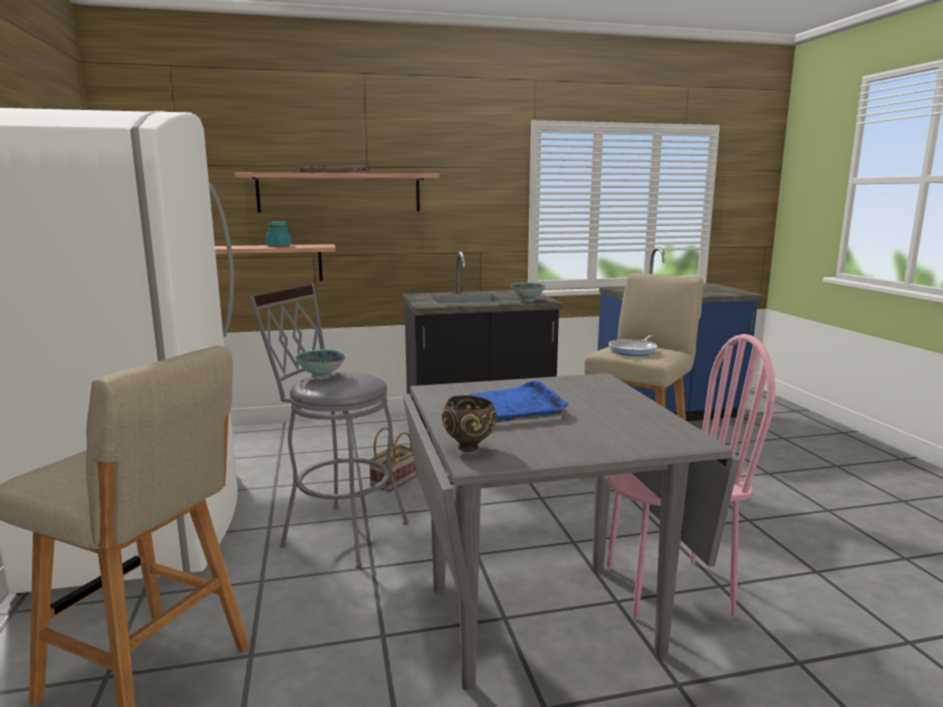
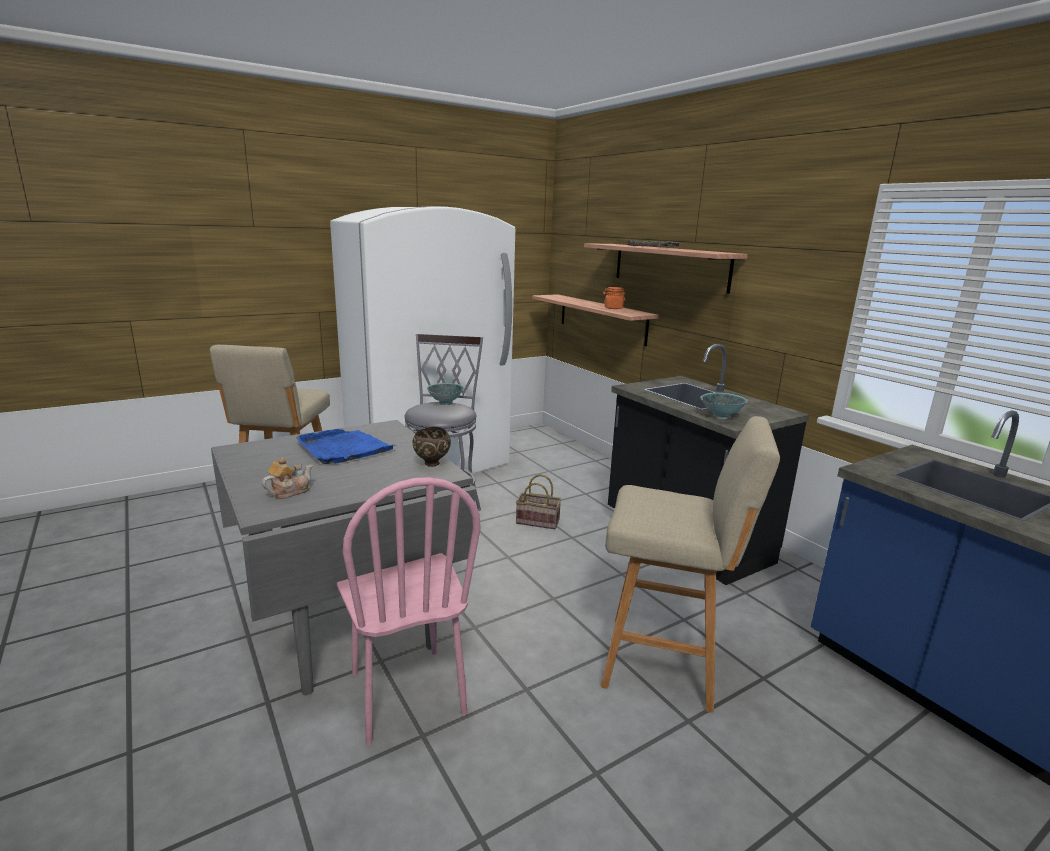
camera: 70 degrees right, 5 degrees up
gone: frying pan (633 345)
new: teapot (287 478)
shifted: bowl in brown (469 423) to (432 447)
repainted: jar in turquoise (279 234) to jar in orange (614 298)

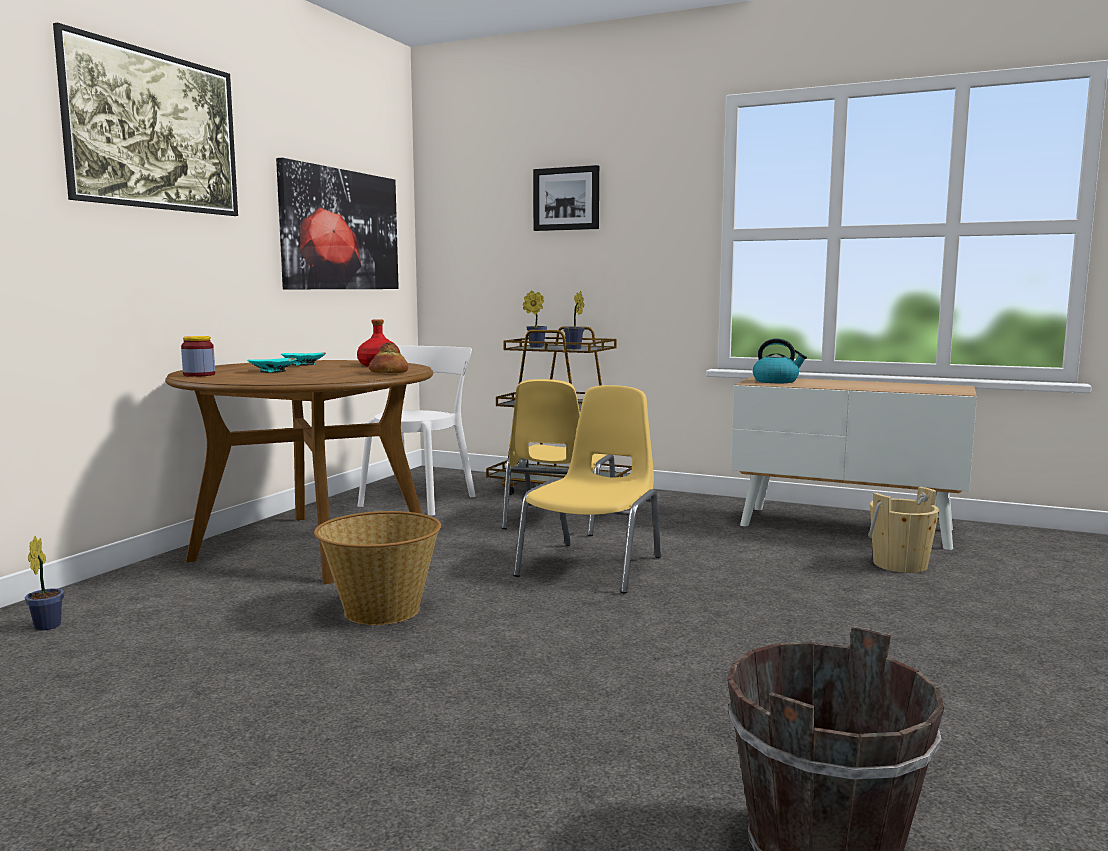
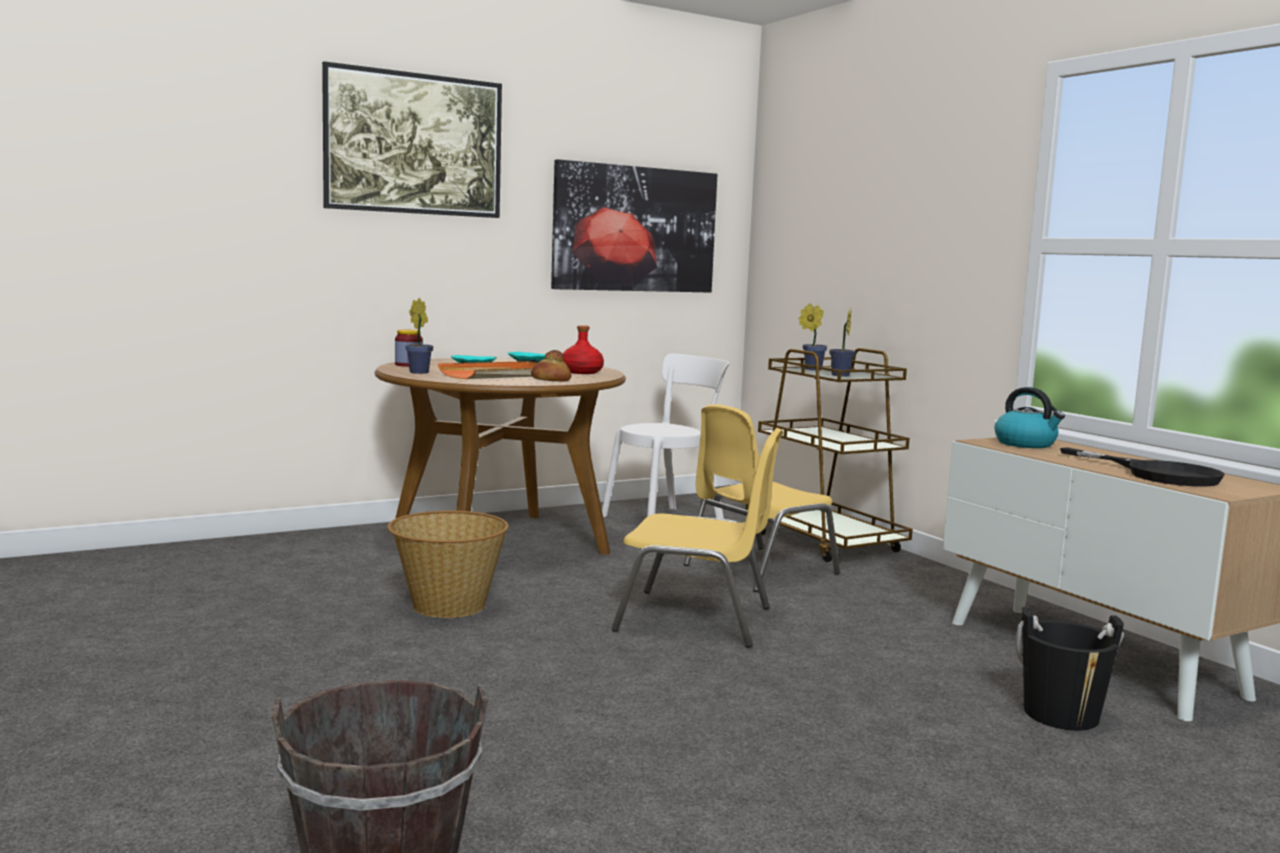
camera: 35 degrees right, 0 degrees up
gone: picture (566 198)
new: tray in orange (488 370); frying pan in black (1142 467)
shifted: potted plant (44 583) to (419 336)
repainted: bucket in beige (903 530) to bucket in black (1070 669)
rotated: chair in yellow (587 489) = (697 538) 45 degrees clockwise

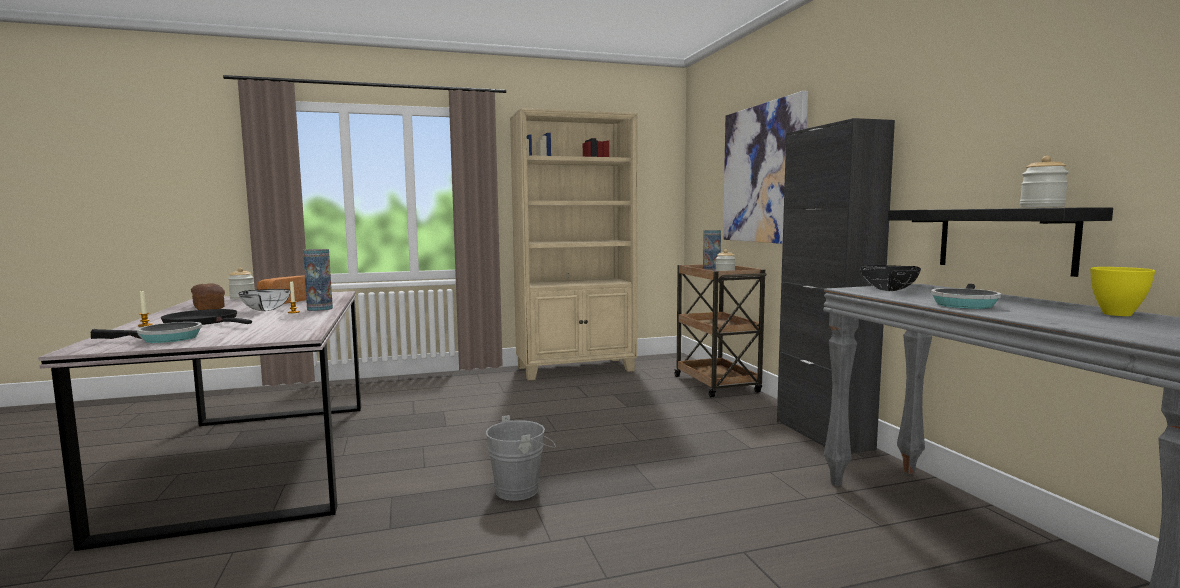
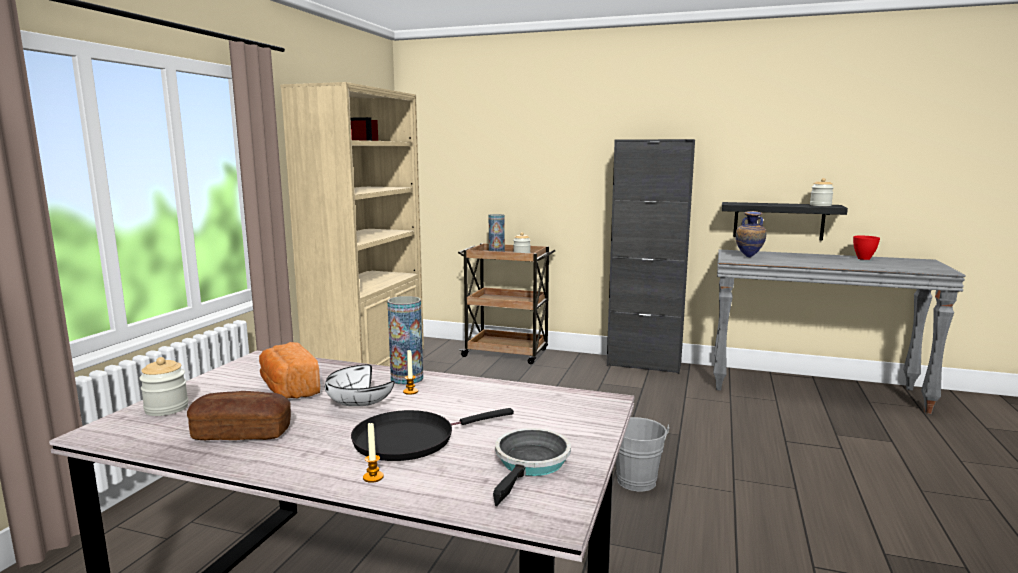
camera: 55 degrees left, 5 degrees up
gone: picture (765 167); frying pan (966 296)
swapped: bowl in black (890 278) to vase (750 234)
repainted: bowl in yellow (1122 291) to bowl in red (866 248)

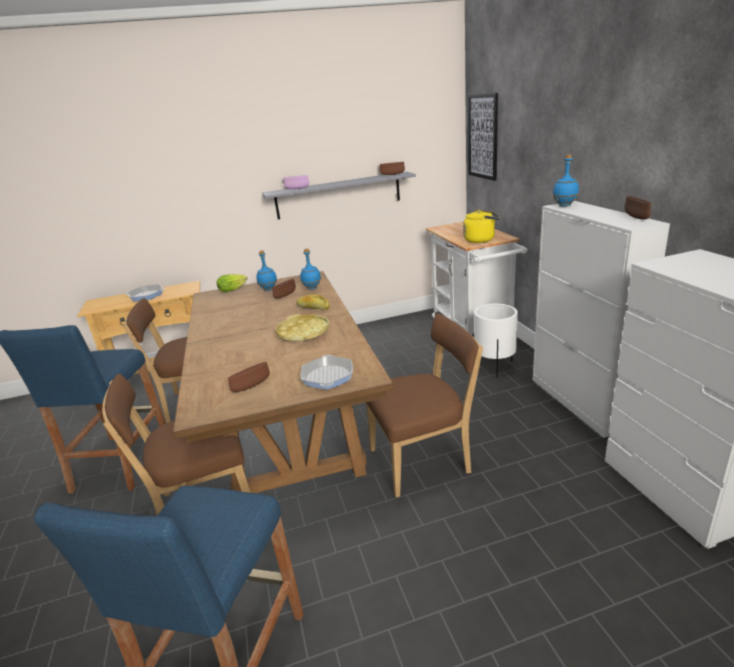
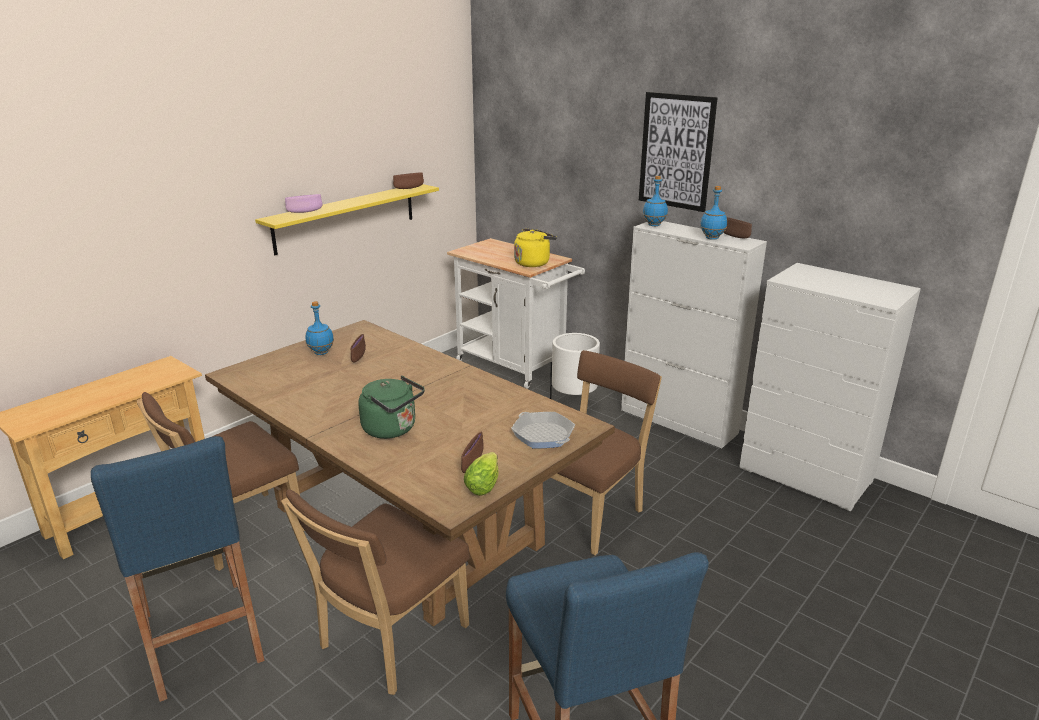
camera: 35 degrees left, 0 degrees up
gone: frying pan (145 293); tray in yellow (302 327); bread (313 302)
new: kettle in green (391 407)
shifted: lettuce (232 283) to (481 474); bottle in blue (310 269) to (713 213); picture (483 137) to (678 152)
repainted: shelf in grey (339 195) to shelf in yellow (347 219)

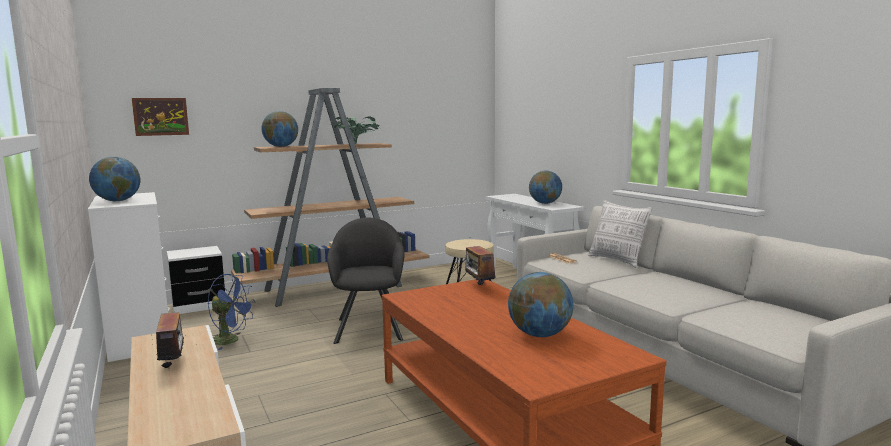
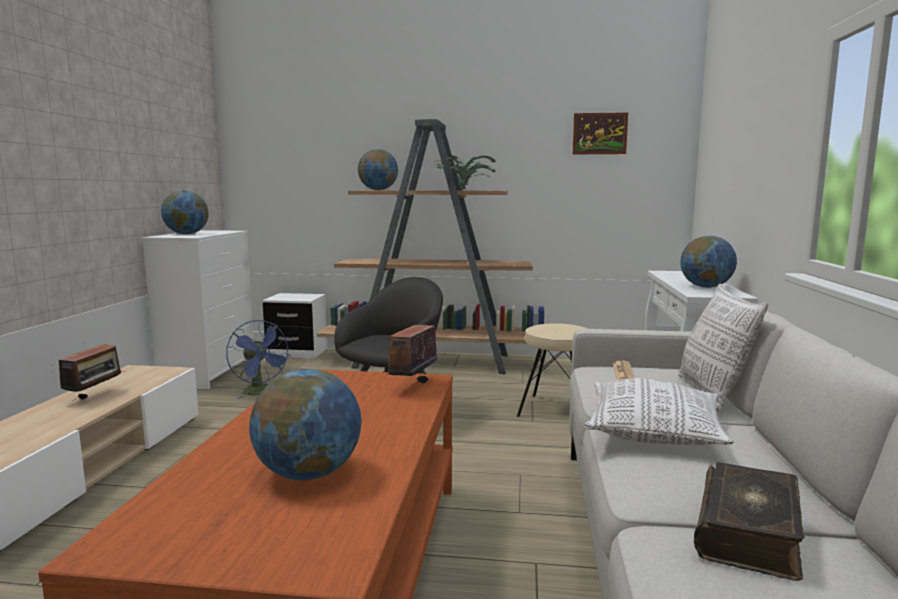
camera: 35 degrees right, 0 degrees up
new: pillow (659 411); book (749 521)
shifted: picture (160 117) to (600 133)

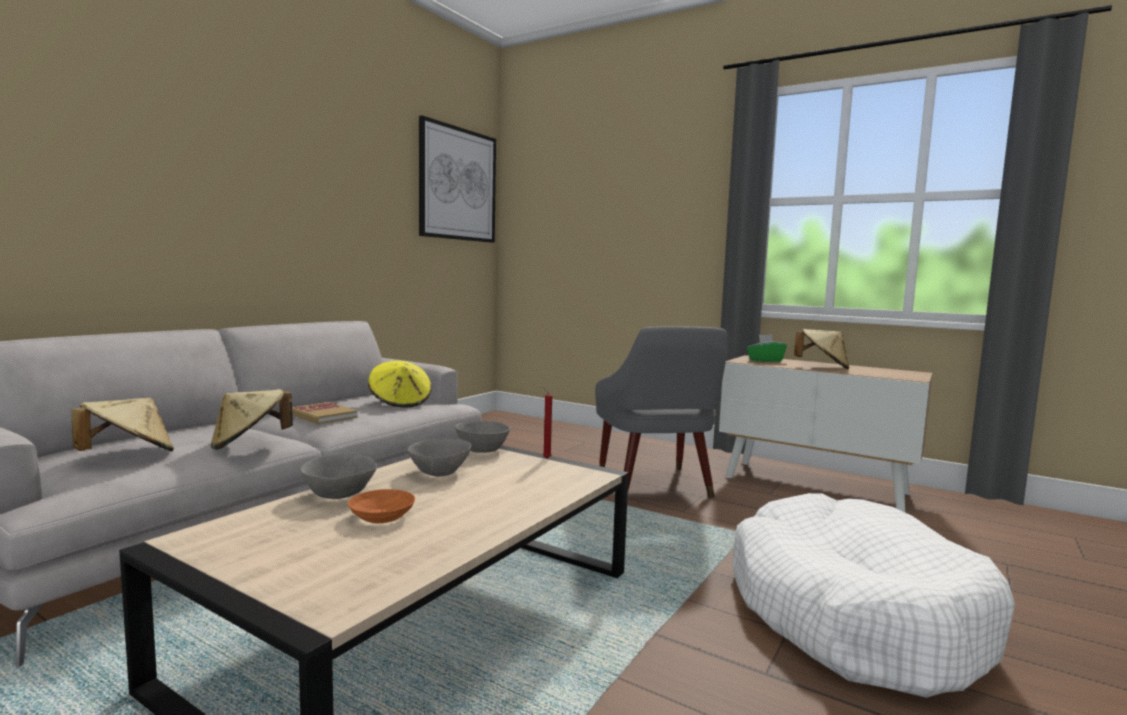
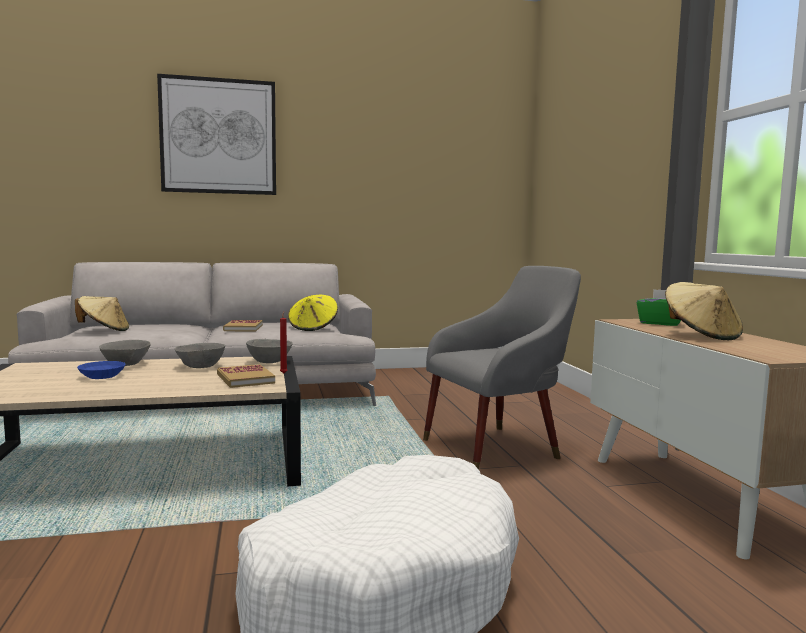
camera: 45 degrees right, 0 degrees up
gone: hat in beige (252 419)
new: book (246 376)
shifted: picture (457 179) to (216 134)
repainted: bowl in orange (381 506) to bowl in blue (101 370)
rotated: armchair in grey (661 412) = (502 368) 150 degrees counterclockwise

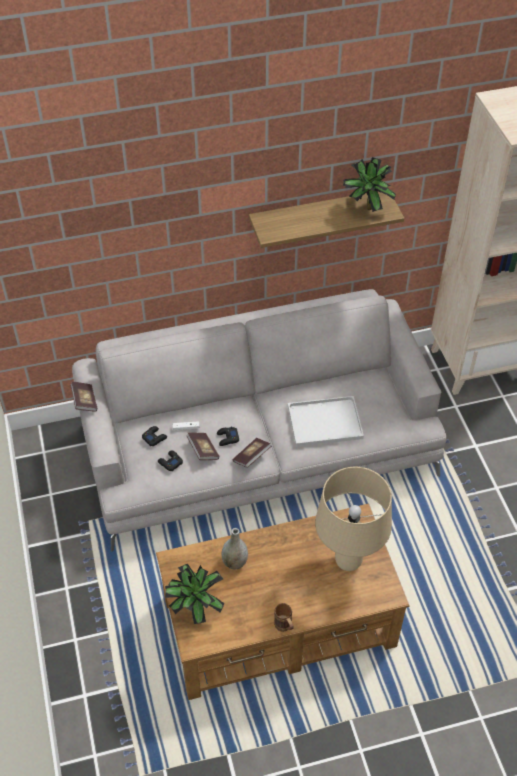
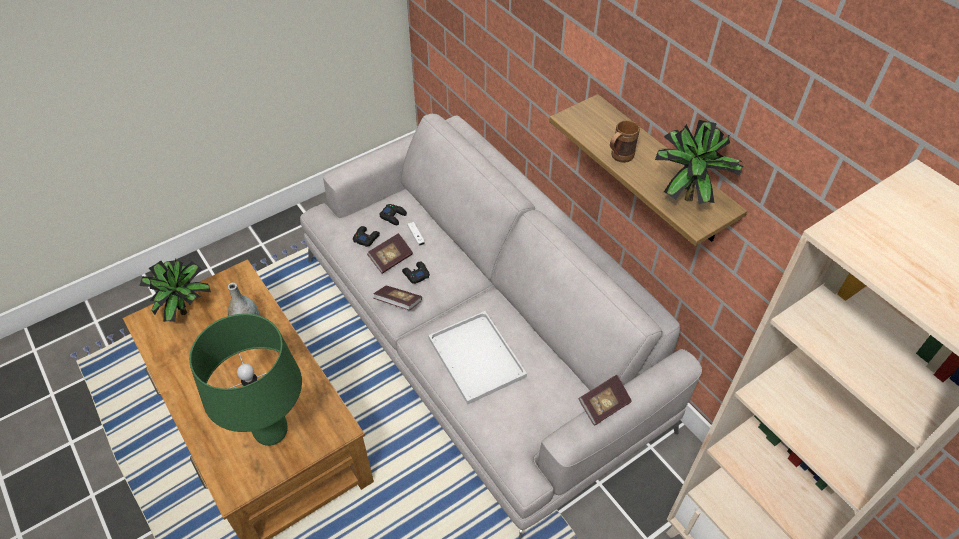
camera: 70 degrees right, 0 degrees up
shifted: book (83 396) to (605 400); mug in brown (284 617) to (625 141)
repainted: table lamp in beige (353 519) to table lamp in green (245 380)

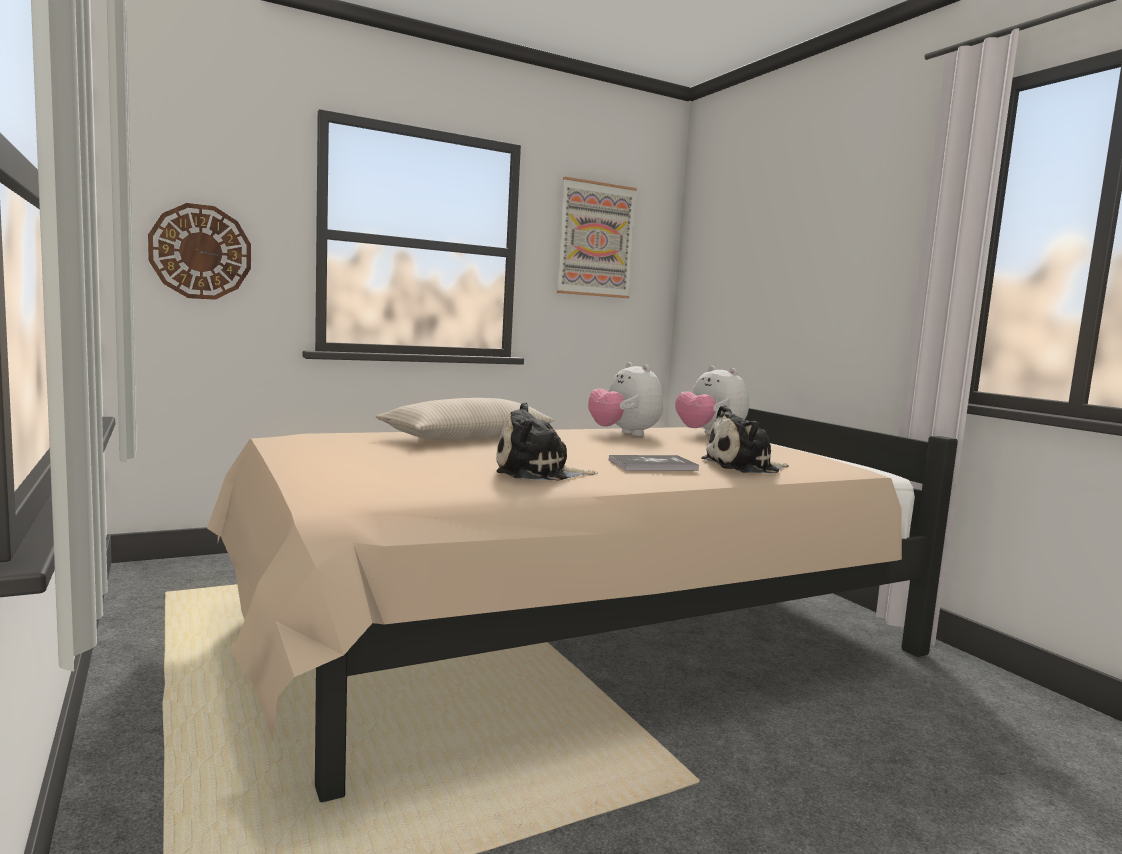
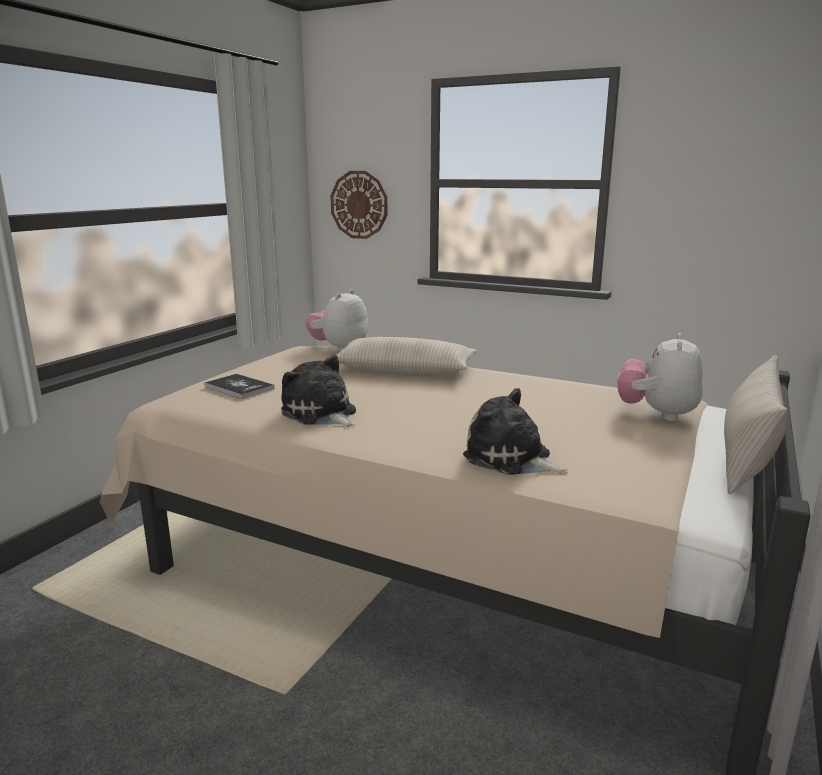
camera: 55 degrees right, 10 degrees up
gone: picture (597 237)
new: pillow in beige (755 424)
shifted: plush toy (625 399) to (337 320); book (654 463) to (239 386)

